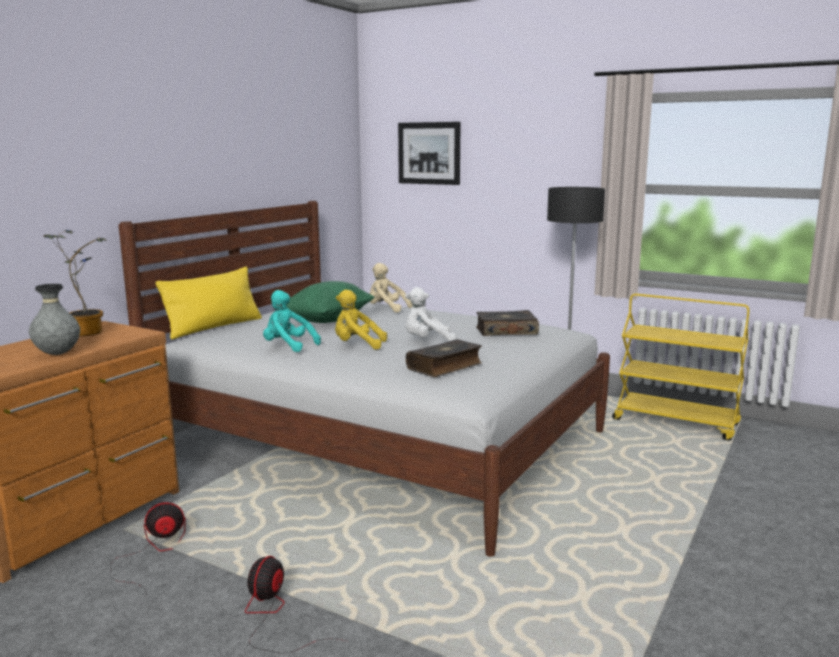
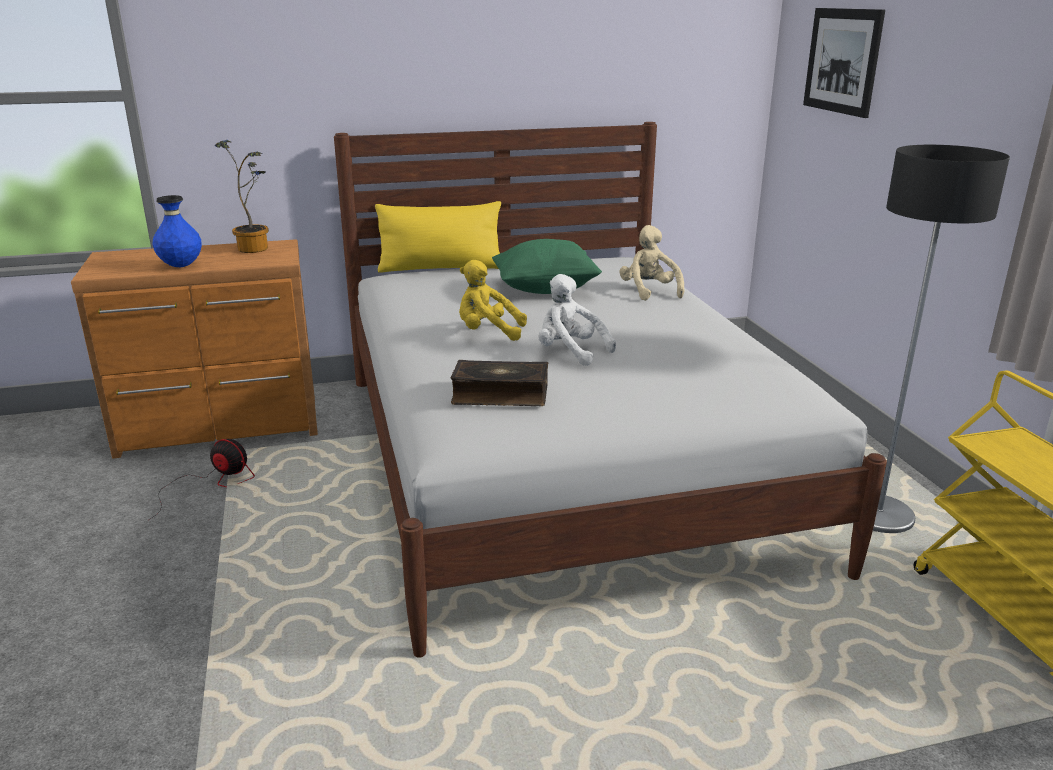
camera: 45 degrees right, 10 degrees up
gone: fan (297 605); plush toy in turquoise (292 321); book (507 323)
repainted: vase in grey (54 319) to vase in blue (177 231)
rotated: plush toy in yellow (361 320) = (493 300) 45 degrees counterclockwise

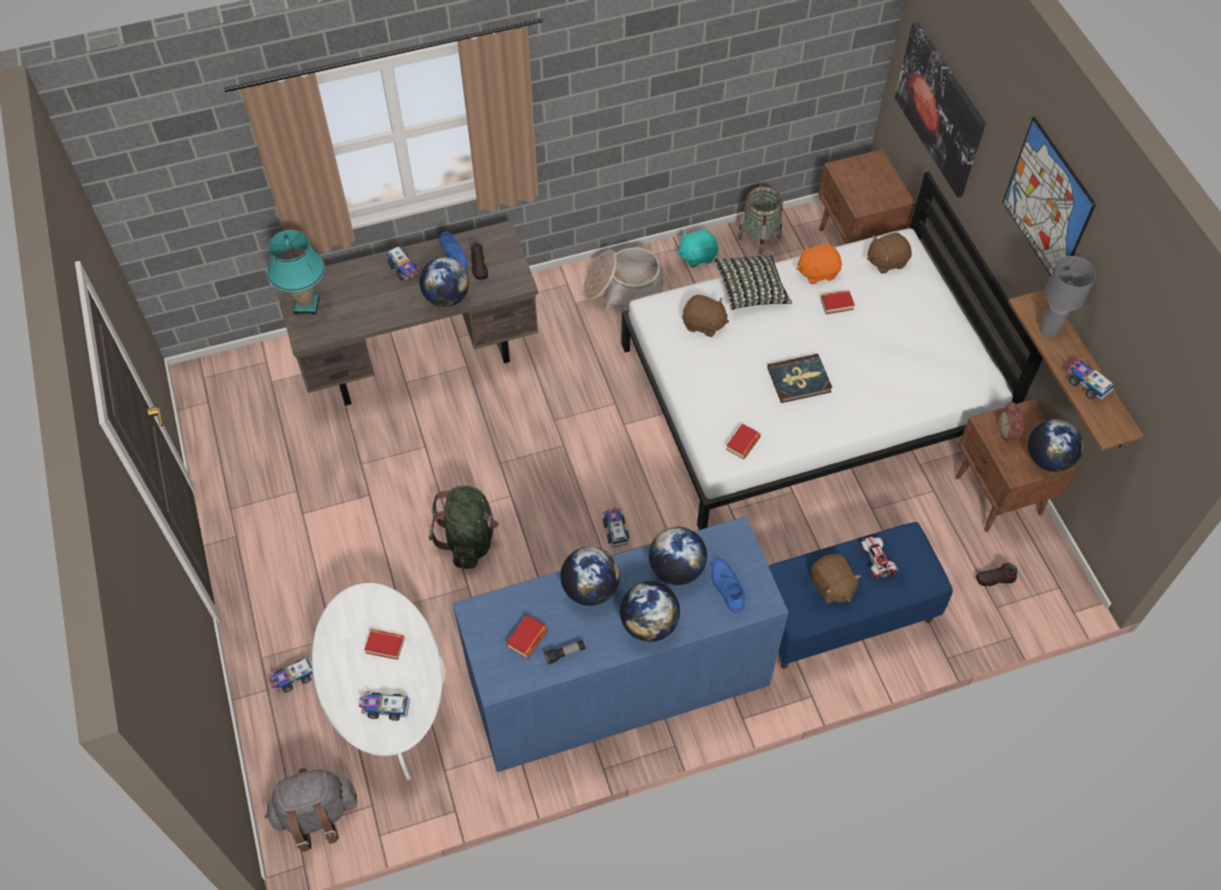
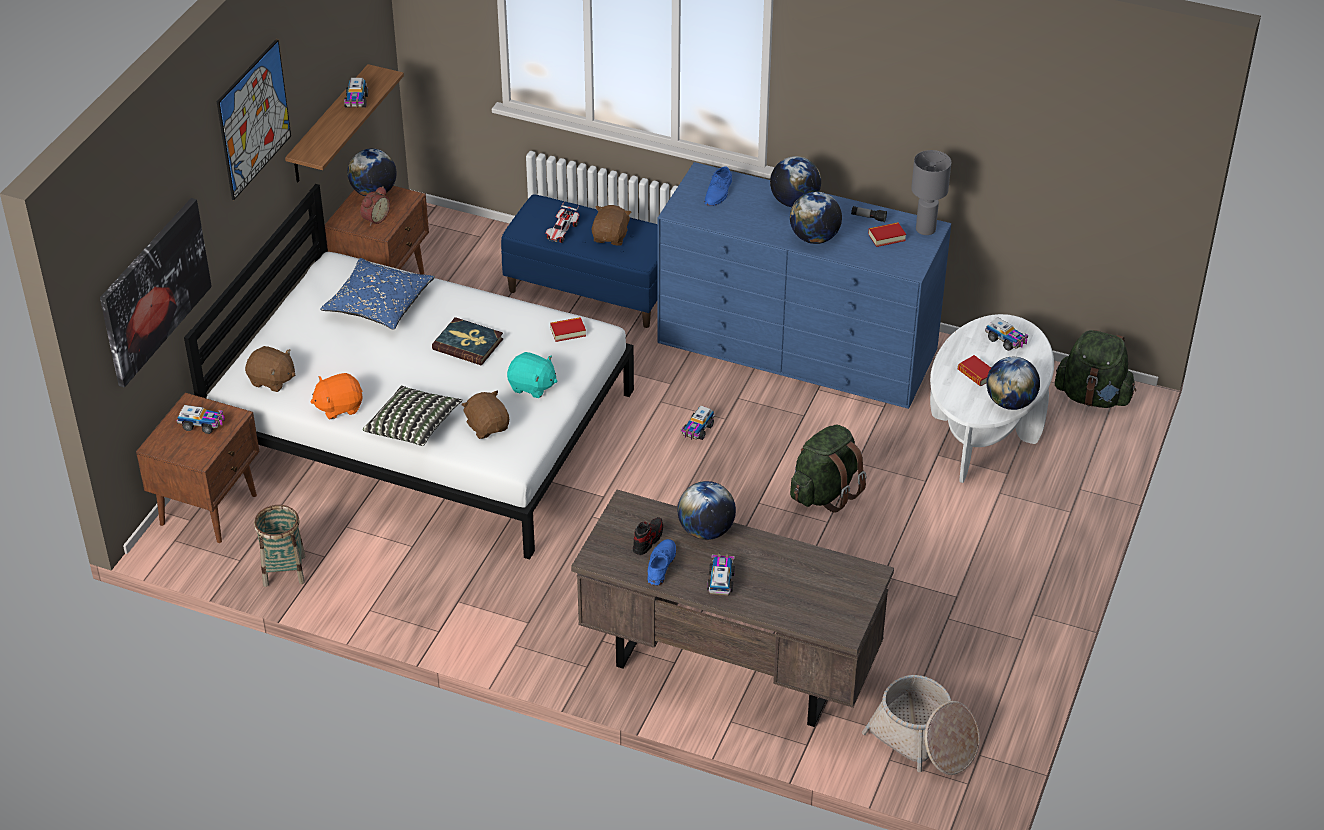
camera: 140 degrees left, 15 degrees down
gone: table lamp in turquoise (296 272); book (837 302); shoe (996 574)
new: pillow in blue (377 294)
shifted: toy truck (291 674) to (201 419); basket (623 279) to (921 725); globe (678 556) to (1013 383); plush toy in turquoise (697 248) to (532 375); table lamp in grey (1067 296) to (931 192)
repainted: backpack in grey (311 810) to backpack in green (1095 369)
rotated: plush toy in orange (819 264) = (337 396) 135 degrees clockwise

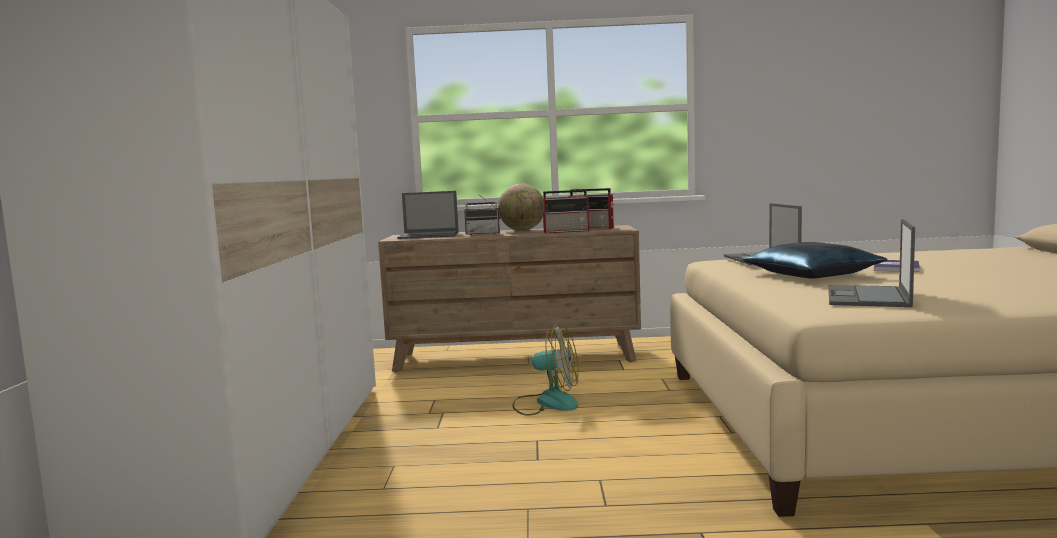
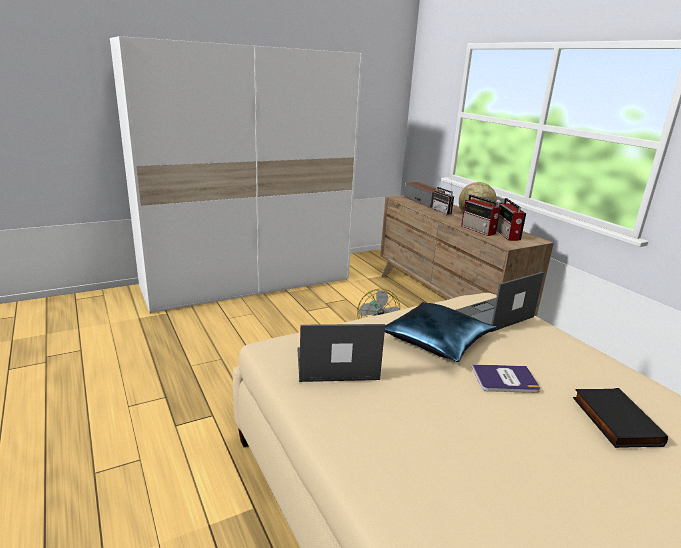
camera: 60 degrees right, 15 degrees up
new: book in black (620 418)
swapped: laptop (428 215) to speaker (424 195)

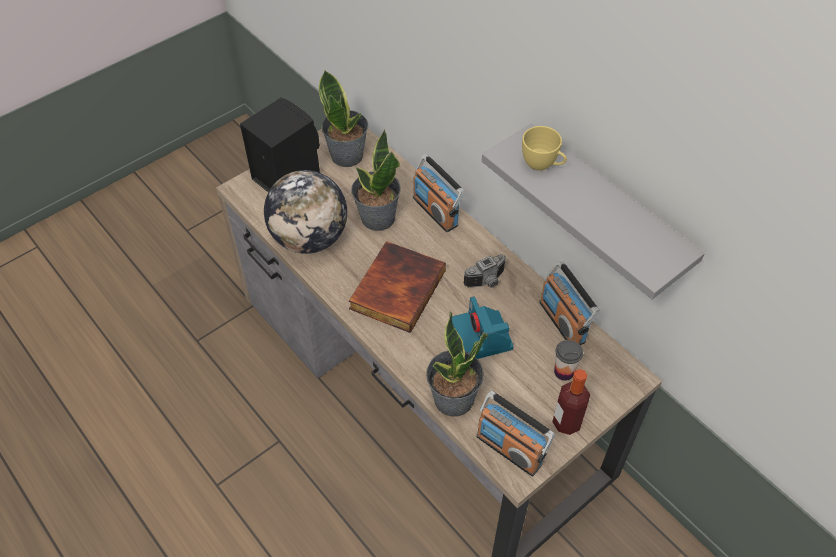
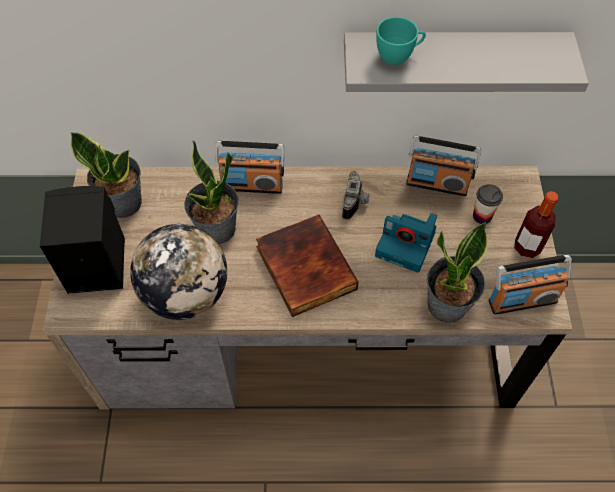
camera: 50 degrees left, 5 degrees up
repainted: cup in yellow (544 148) to cup in turquoise (401 41)

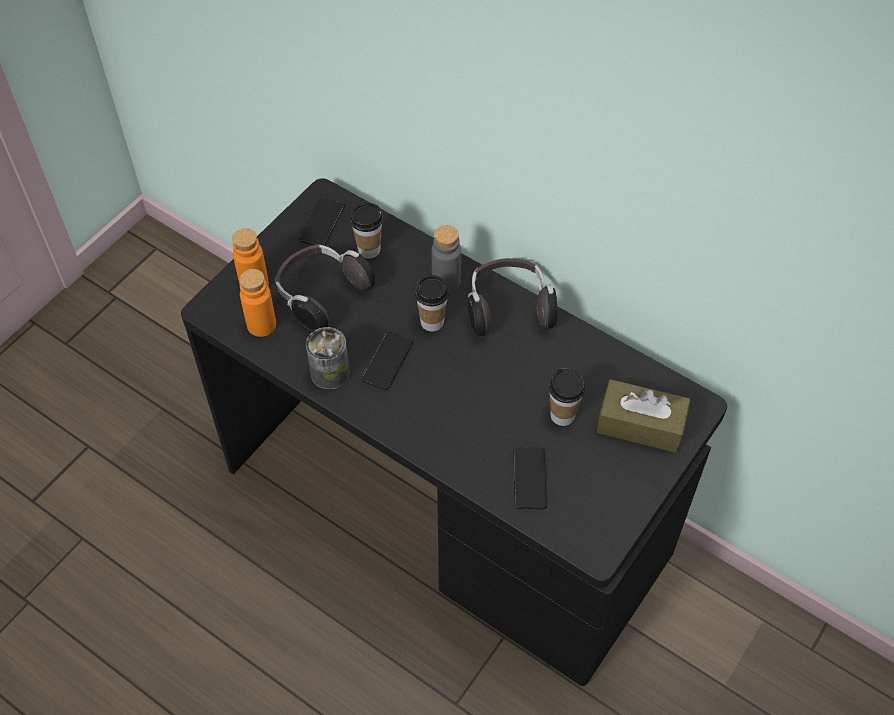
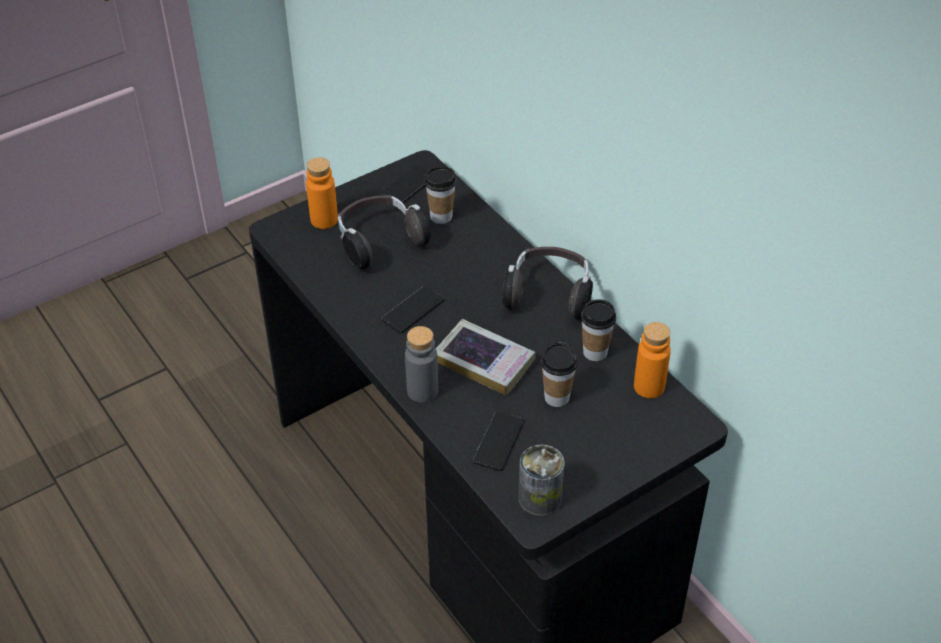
camera: 20 degrees right, 10 degrees down
gone: tissue box in brown (644 416)
new: book (486 357)
shifted: bottle in orange (257 303) to (652 360); can (328 358) to (541 480); cup (432 303) to (598 330); bottle in grey (446 259) to (421 364)

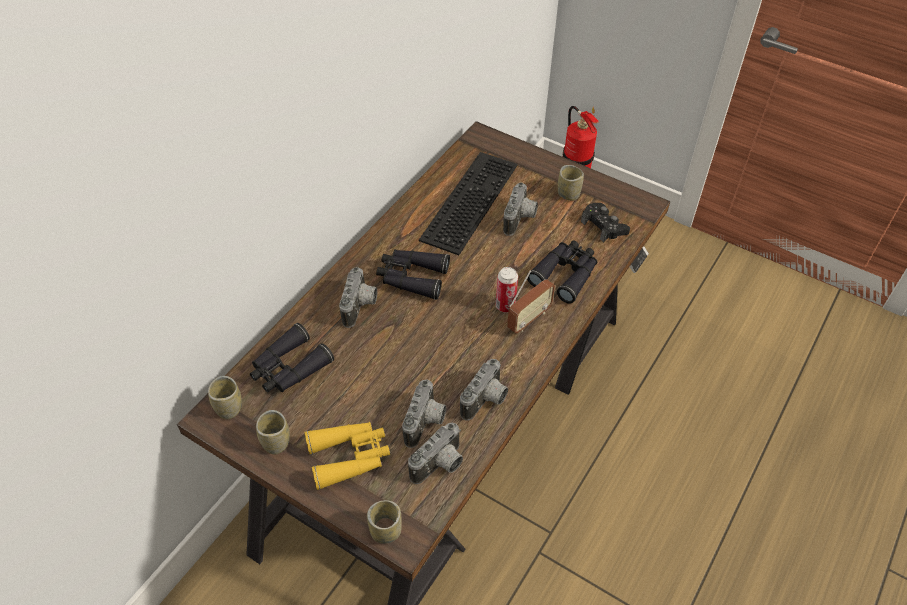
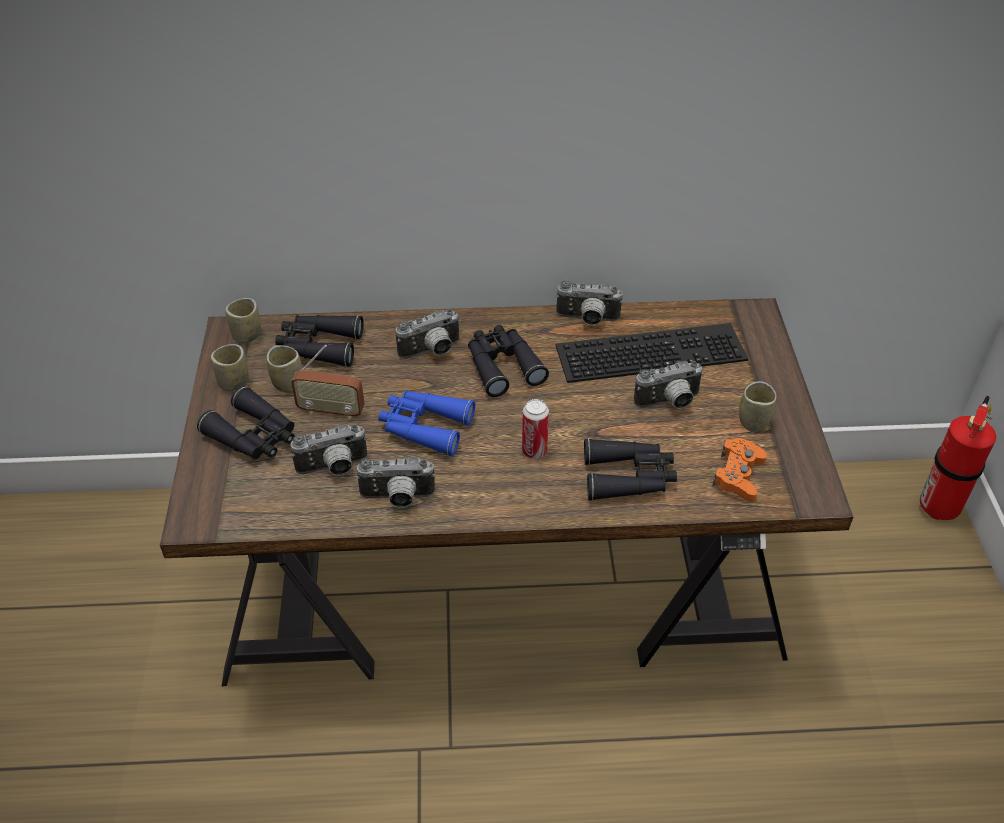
camera: 55 degrees right, 5 degrees down
new: binoculars in blue (426 423)
shifted: cup (384 522) to (284 369); photo camera (435 453) to (589 302); radio (531 301) to (328 382)
repainted: binoculars in yellow (347 456) to binoculars in black (246 423); game controller in black (605 223) to game controller in orange (739 470)

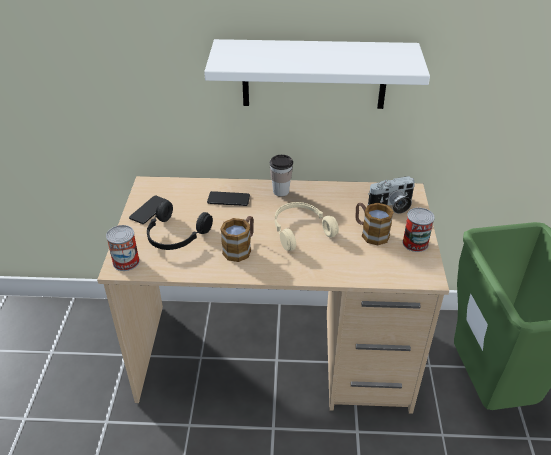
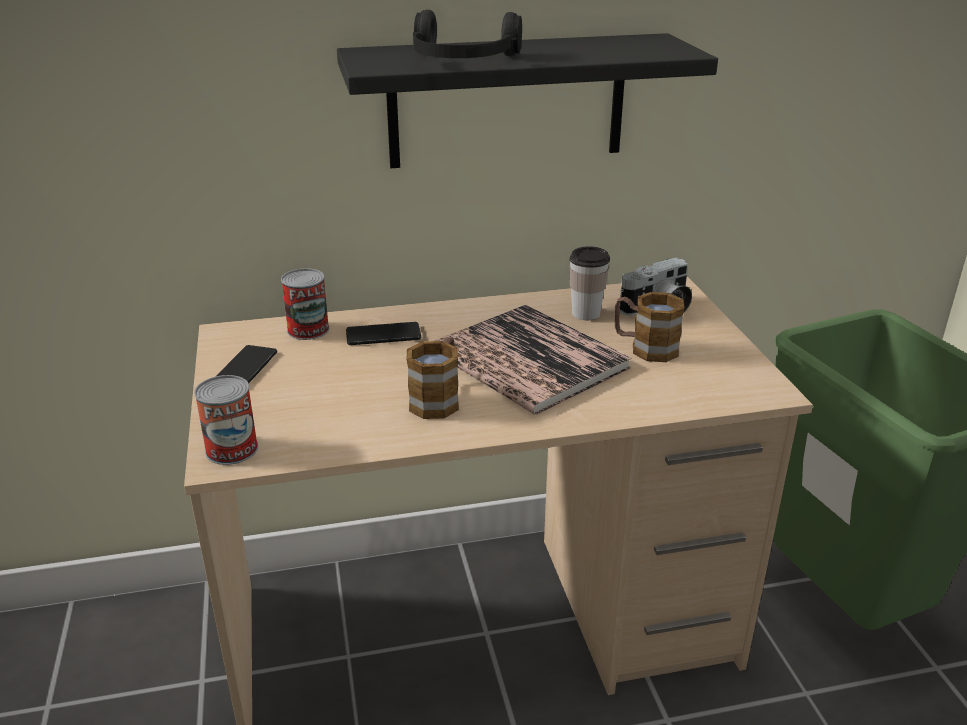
camera: 15 degrees left, 10 degrees down
shifted: headphones in black (180 225) to (467 34); cup (281 176) to (589 283); can (418 230) to (305 304)
swapped: headphones in beige (307 226) to book (533 360)
repainted: shelf in white (317 74) to shelf in black (527 100)

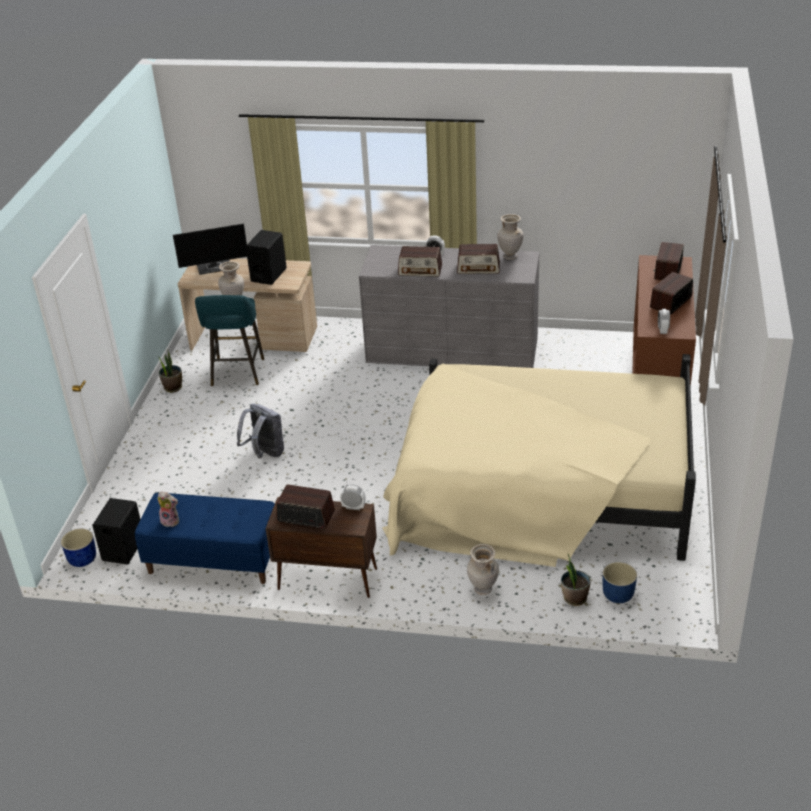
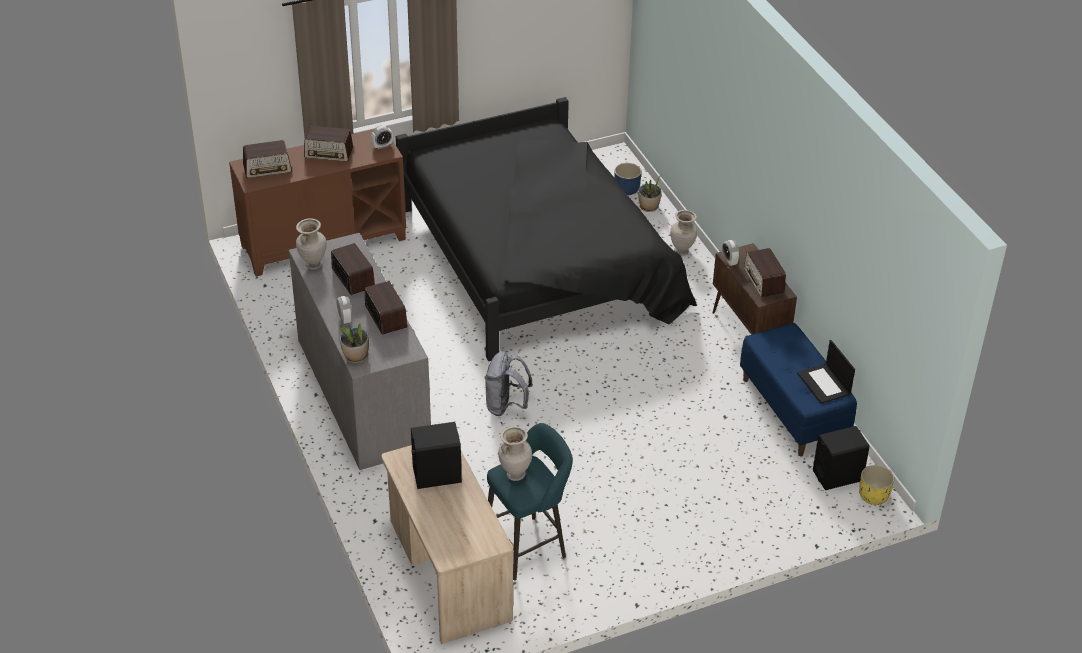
camera: 125 degrees left, 5 degrees up
gone: monitor (210 249)
shifted: potted plant (169 371) to (354 343); backpack in grey (260 431) to (509 383)
swapped: plush toy (168 509) to laptop (826 372)
repainted: planter in blue (78 548) to planter in yellow (877 485); bed in beige (539 460) to bed in black (546 229)

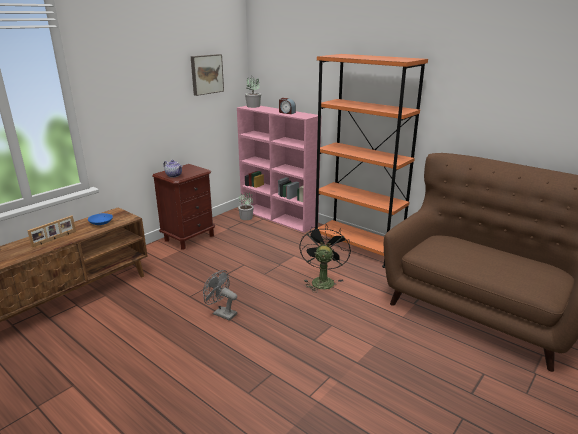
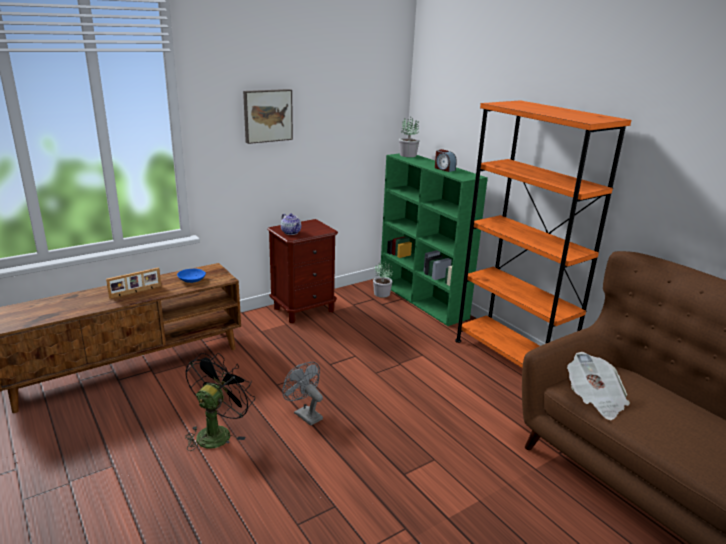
camera: 15 degrees right, 0 degrees up
new: newspaper (598 386)
shifted: picture (207 75) to (268 116); fan in black (325 259) to (220 402)
repainted: bookcase in pink (279 169) to bookcase in green (434 239)

